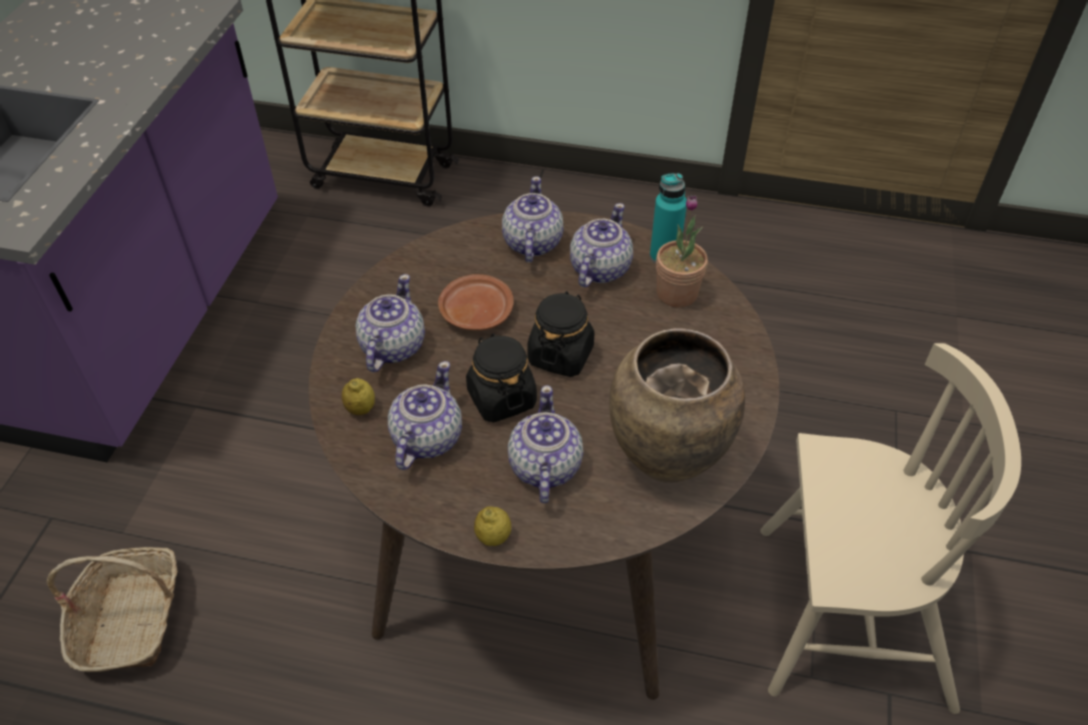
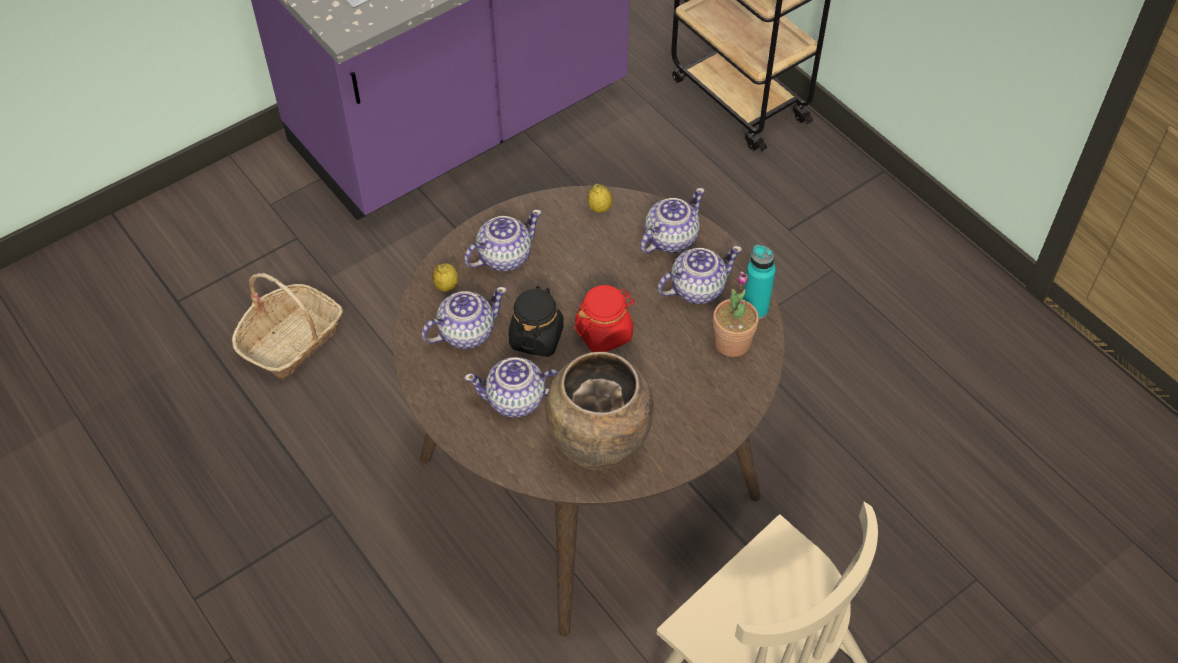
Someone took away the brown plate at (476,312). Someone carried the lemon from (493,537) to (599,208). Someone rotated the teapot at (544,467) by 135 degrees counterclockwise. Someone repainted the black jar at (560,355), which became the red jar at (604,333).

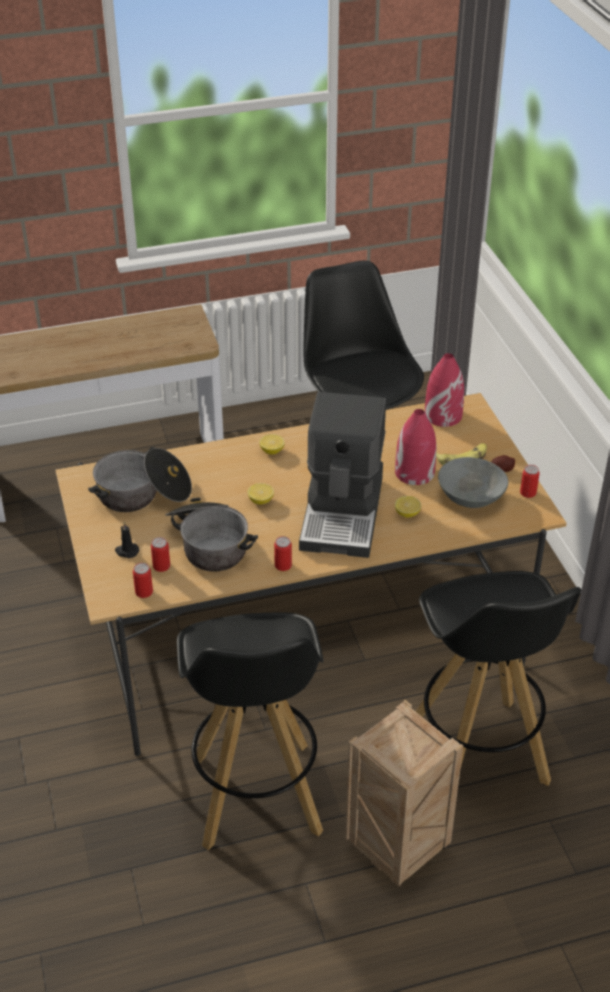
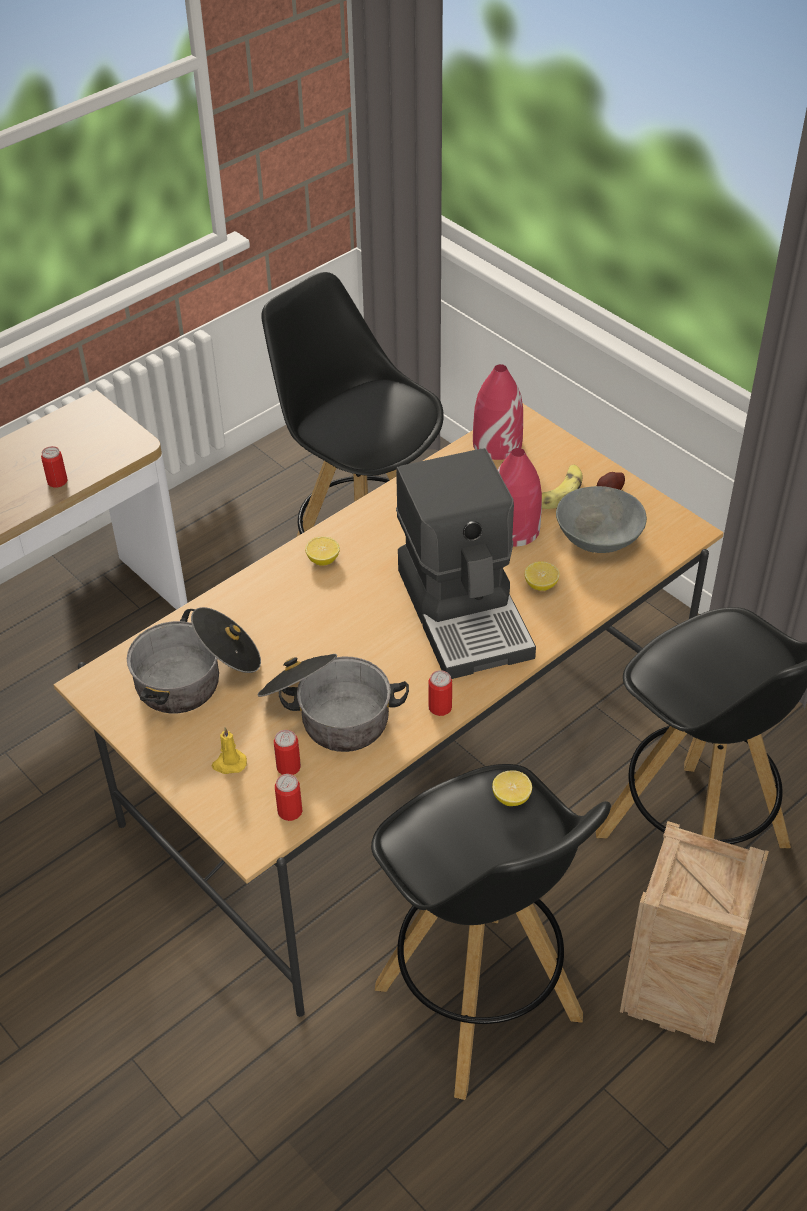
Someone repainted the black candle at (126,551), which became the yellow candle at (229,764). Someone carried the lemon from (261,500) to (511,797). Someone carried the can from (528,493) to (57,481).

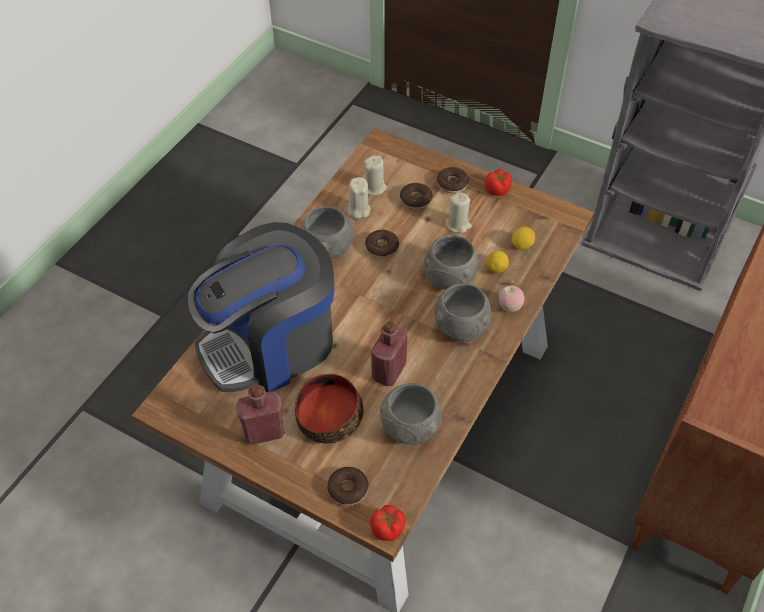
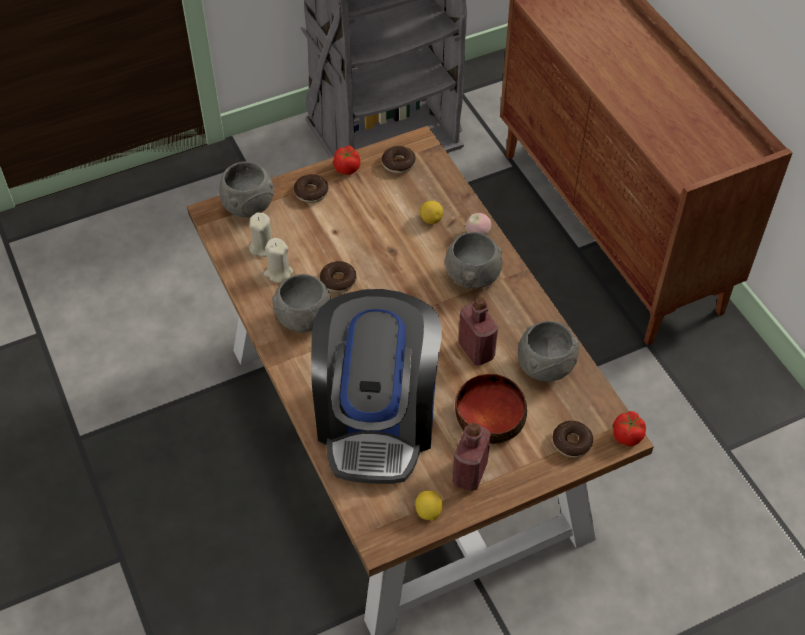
Someone carried the donut from (416,200) to (398,163). Someone carried the grey bowl from (450,278) to (248,206). Someone took away the beige candle at (458,224). Someone carried the lemon from (522,245) to (428,512).

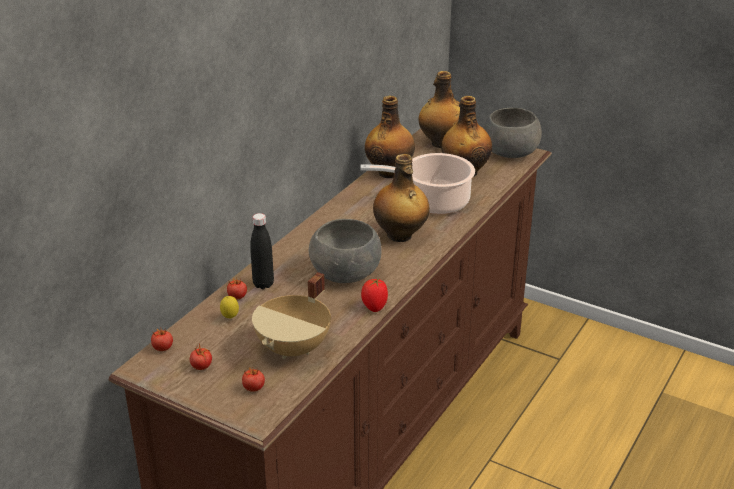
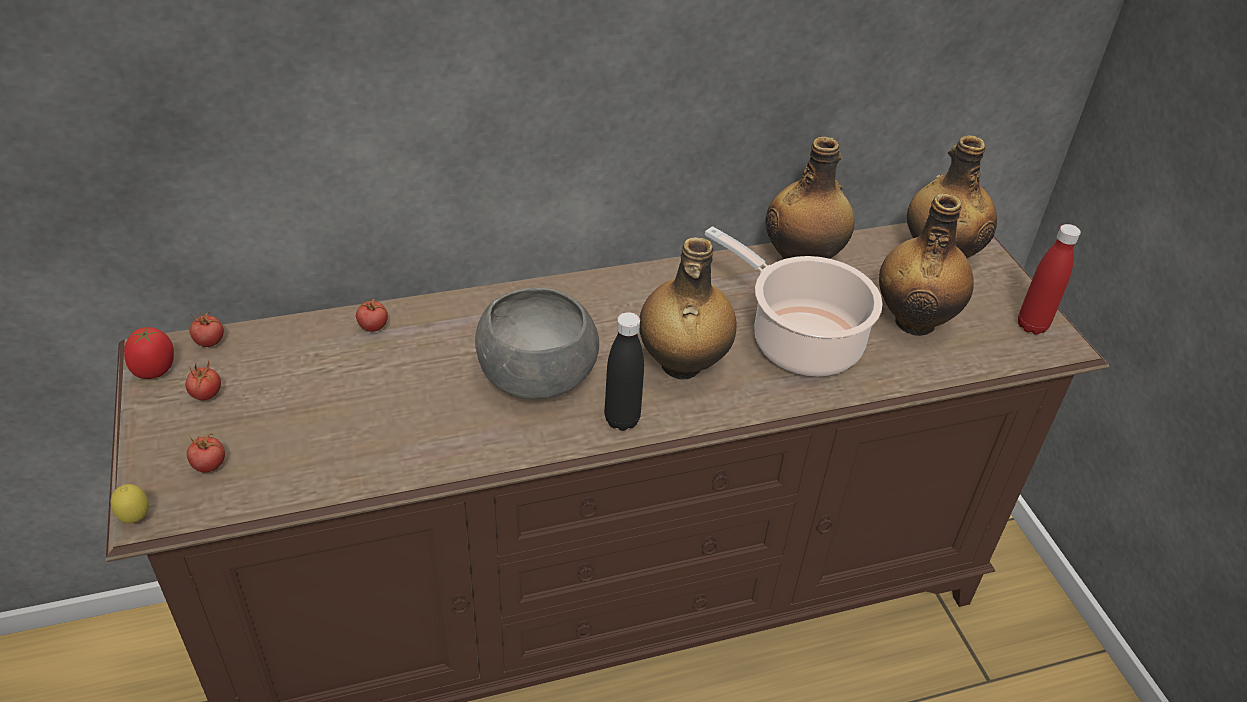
Someone carried the lemon from (230,318) to (136,519). Someone carried the black bottle from (263,284) to (622,420). Someone took away the beige cooking pot at (294,348). Someone carried the tomato from (374,307) to (155,371). Someone swapped the grey bowl at (509,151) for the red bottle at (1032,326).

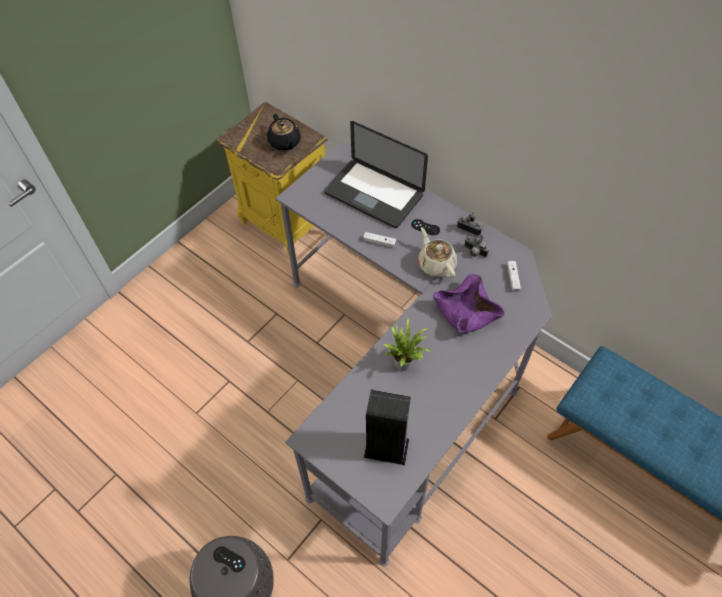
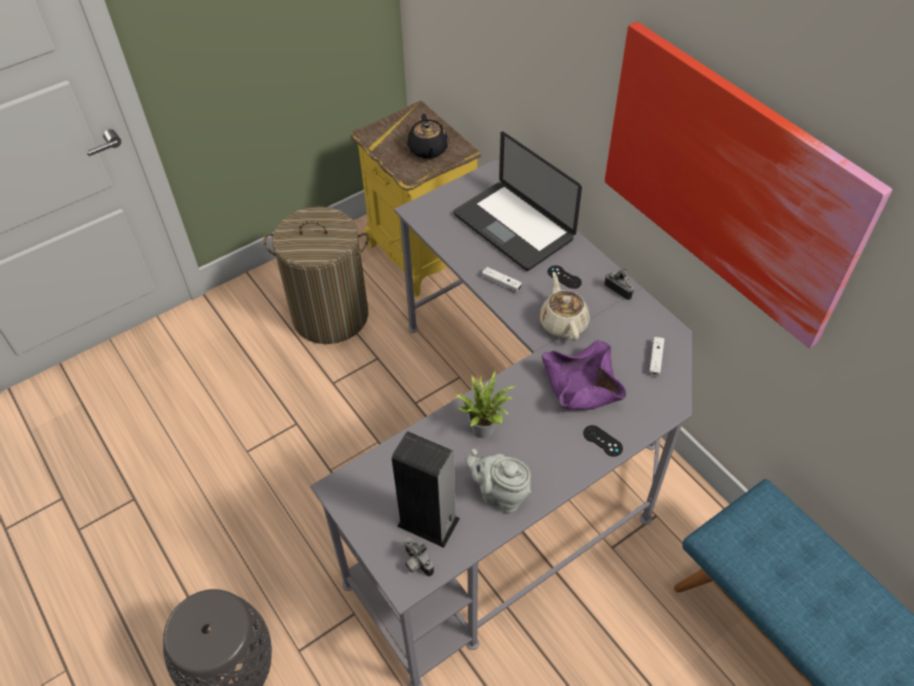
Someone carried the black game controller from (229,559) to (602,441). Someone carried the photo camera from (474,252) to (416,563). Someone put down the laundry basket at (330,315). Someone put down the grey teapot at (500,495). Someone put up the picture at (728,181).

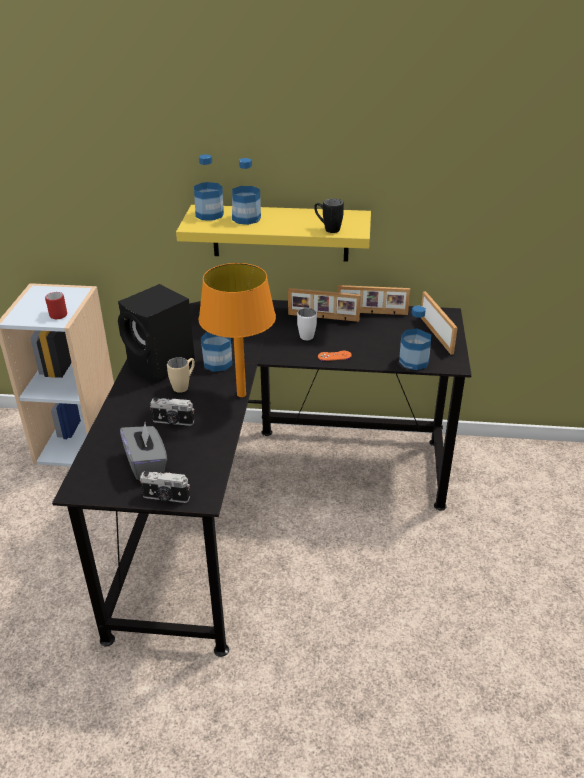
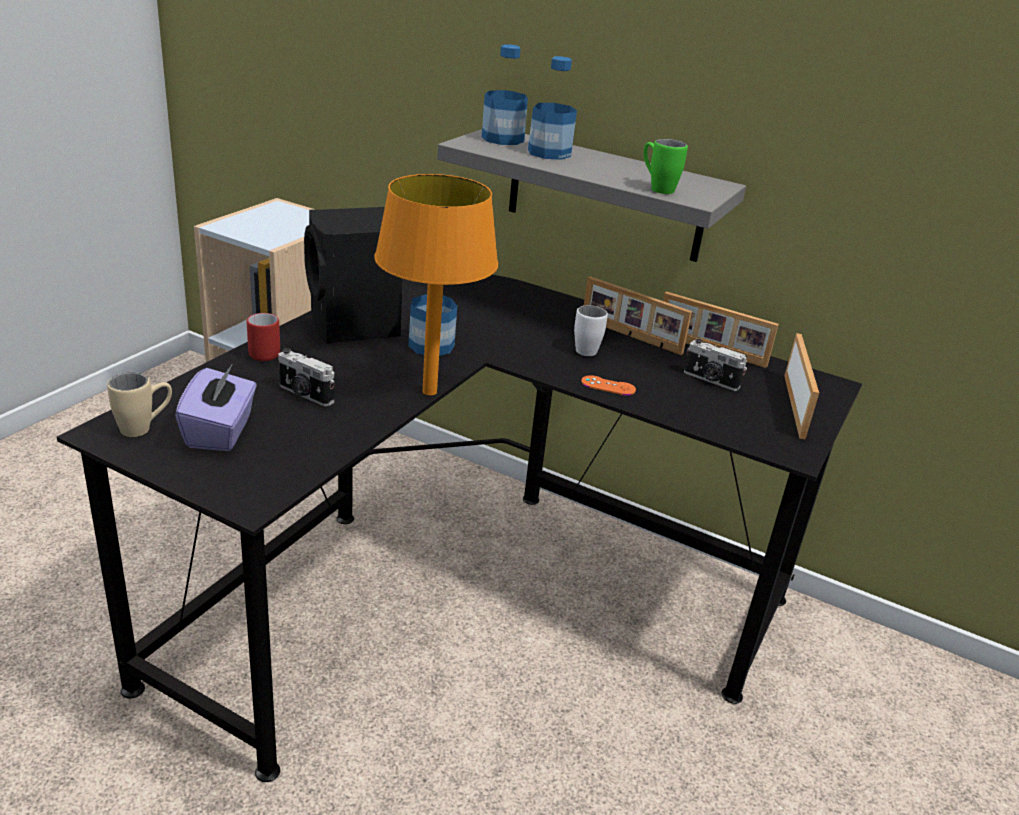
Someone carried the red mug from (56,314) to (263,352). Someone repainted the grey tissue box at (146,463), which became the purple tissue box at (220,431). Someone carried the photo camera from (166,498) to (711,380). Someone carried the beige mug from (184,386) to (145,428). Someone repainted the yellow shelf at (280,233), which became the grey shelf at (605,195). Someone repainted the black mug at (328,229), which became the green mug at (656,188). Someone took away the bottle at (414,361).

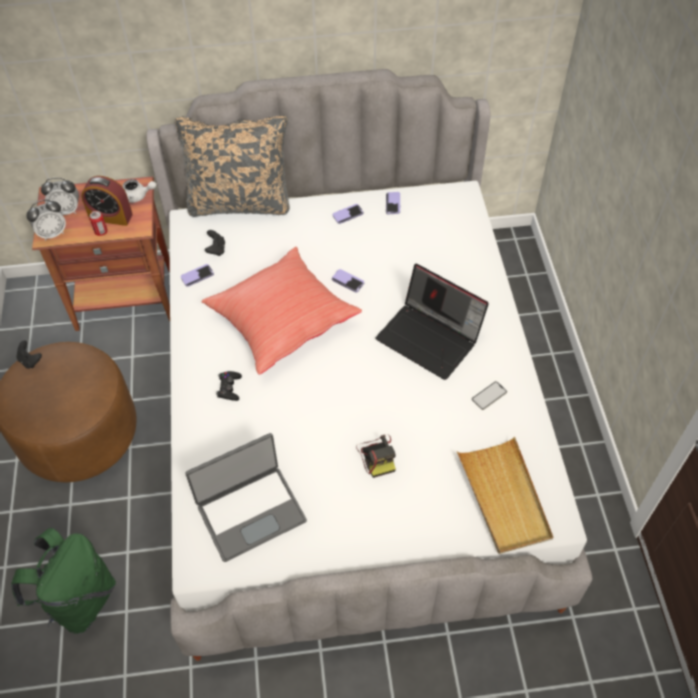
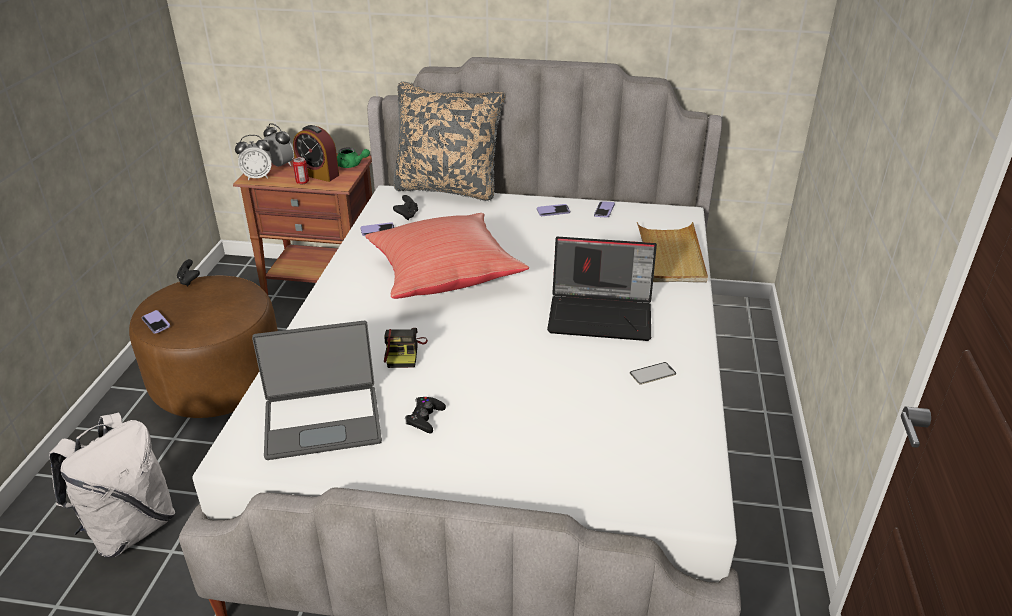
Someone repainted the green backpack at (80,600), which became the white backpack at (130,528). Someone rotated the alarm clock at (66,210) by 150 degrees counterclockwise. Someone repainted the white teapot at (138,196), which became the green teapot at (351,165). Someone carried the black game controller from (229,388) to (425,418). Someone carried the phone from (348,281) to (156,323). Someone carried the photo camera from (377,456) to (404,352). Someone rotated the laptop at (430,338) by 45 degrees counterclockwise. Someone carried the beige tray from (504,497) to (671,256).

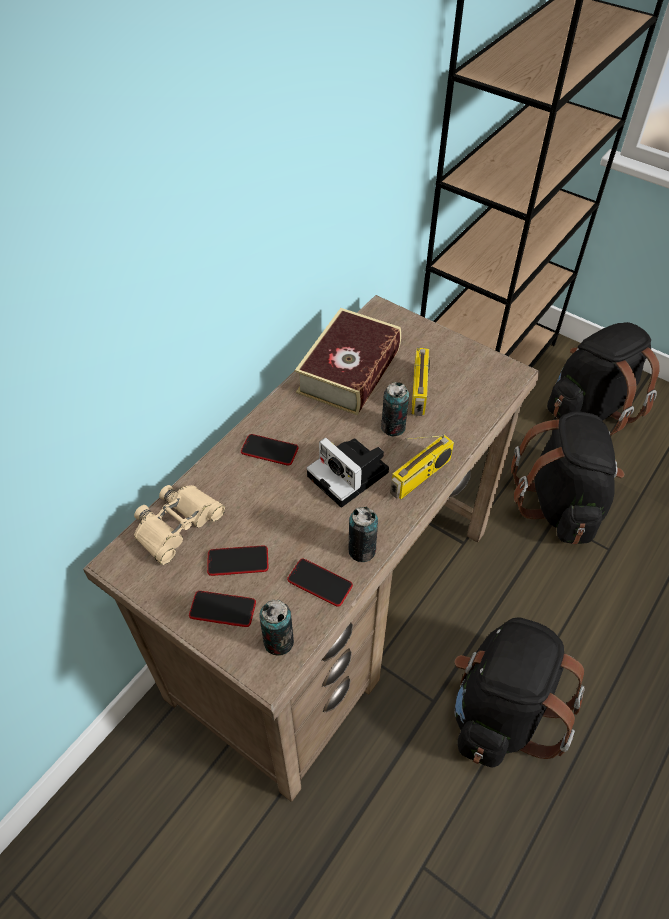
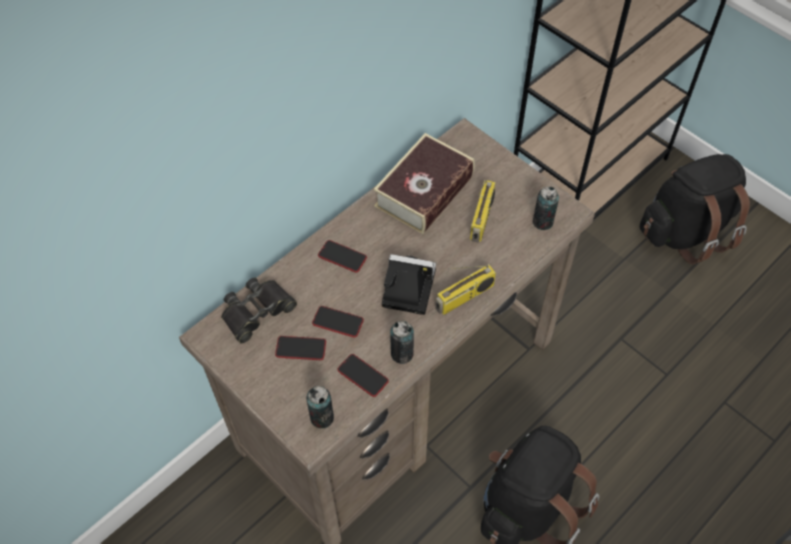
Someone repainted the beige binoculars at (177,525), which became the black binoculars at (257,311). Someone carried the phone from (222,609) to (338,322). Someone rotated the photo camera at (350,475) by 135 degrees clockwise. Someone carried the can from (393,427) to (542,222). Someone took away the black backpack at (559,504).

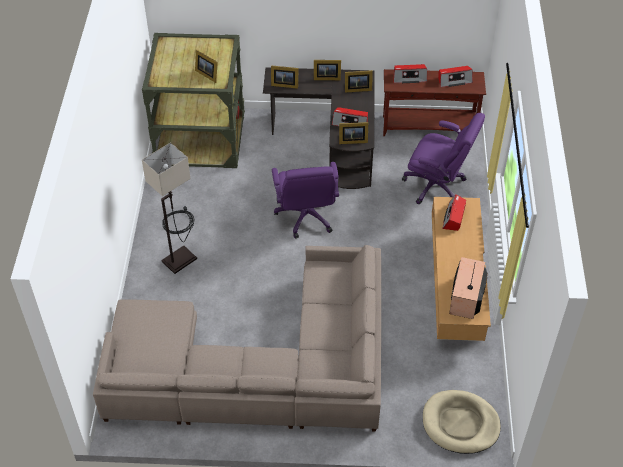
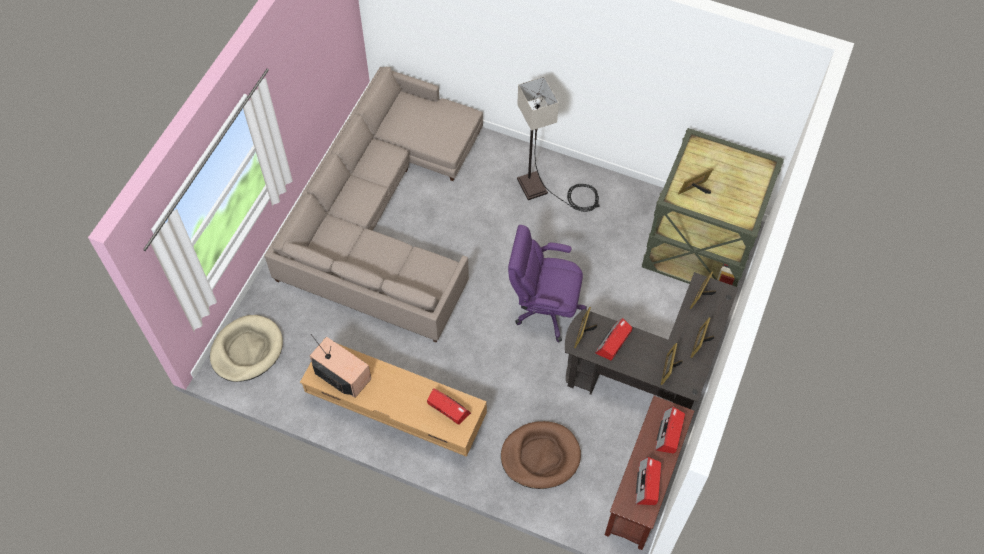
Someone swapped the purple office chair at (438,187) for the brown dog bed at (540,456).

